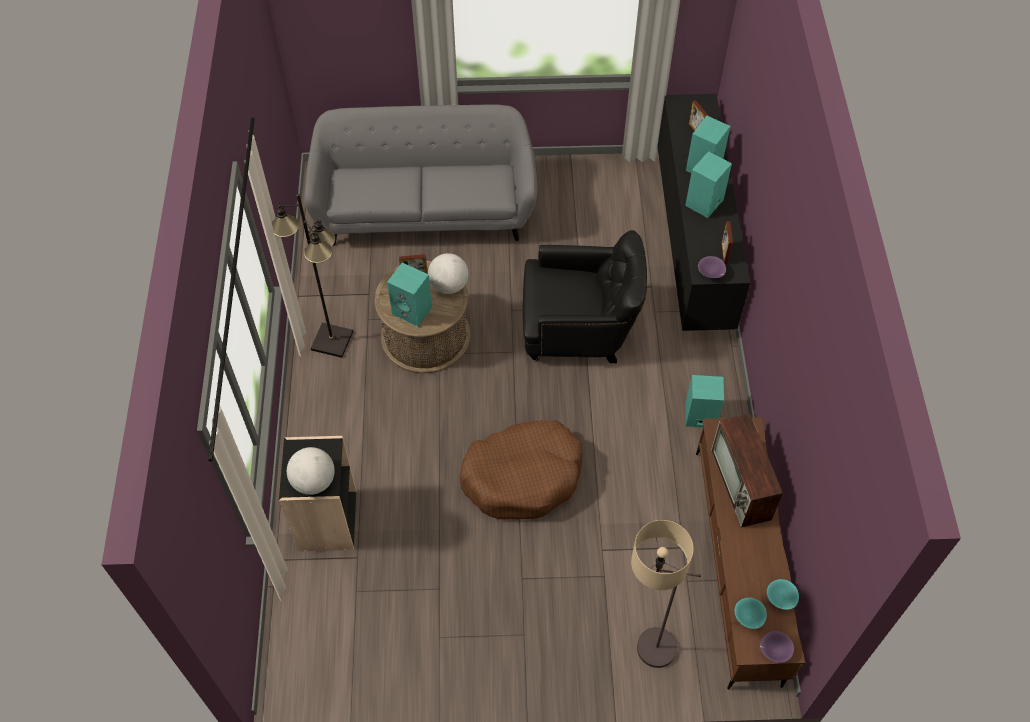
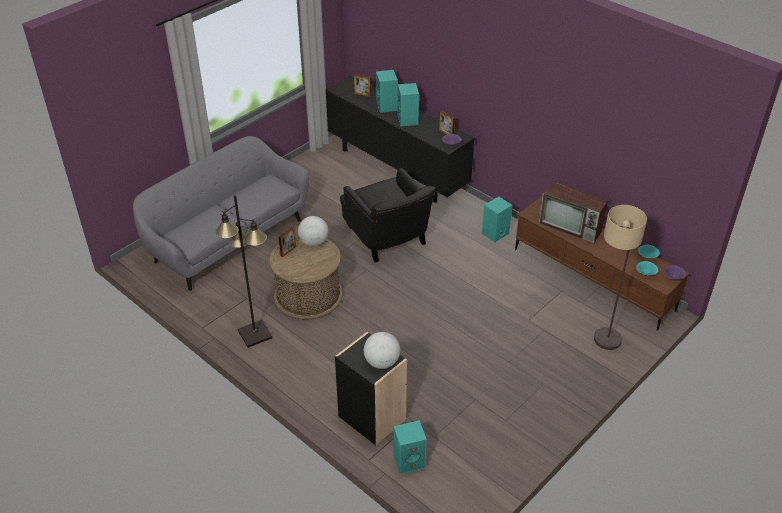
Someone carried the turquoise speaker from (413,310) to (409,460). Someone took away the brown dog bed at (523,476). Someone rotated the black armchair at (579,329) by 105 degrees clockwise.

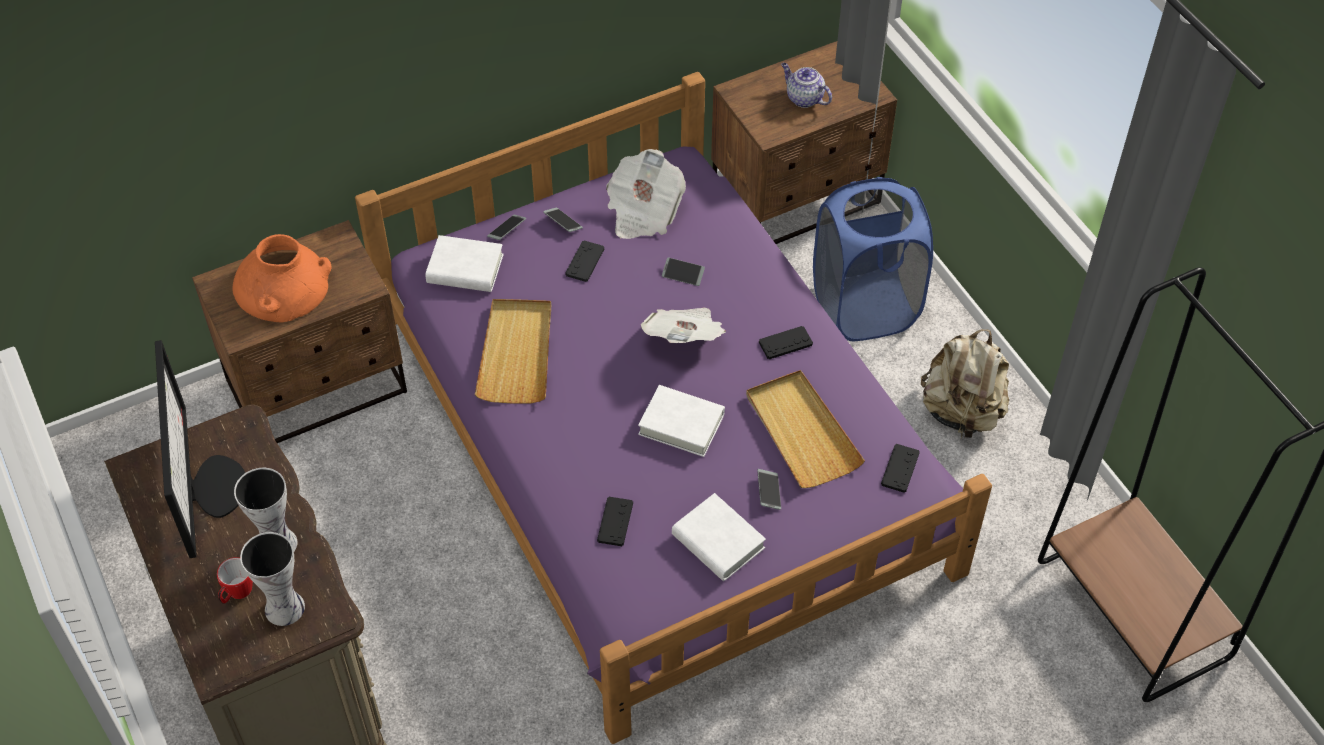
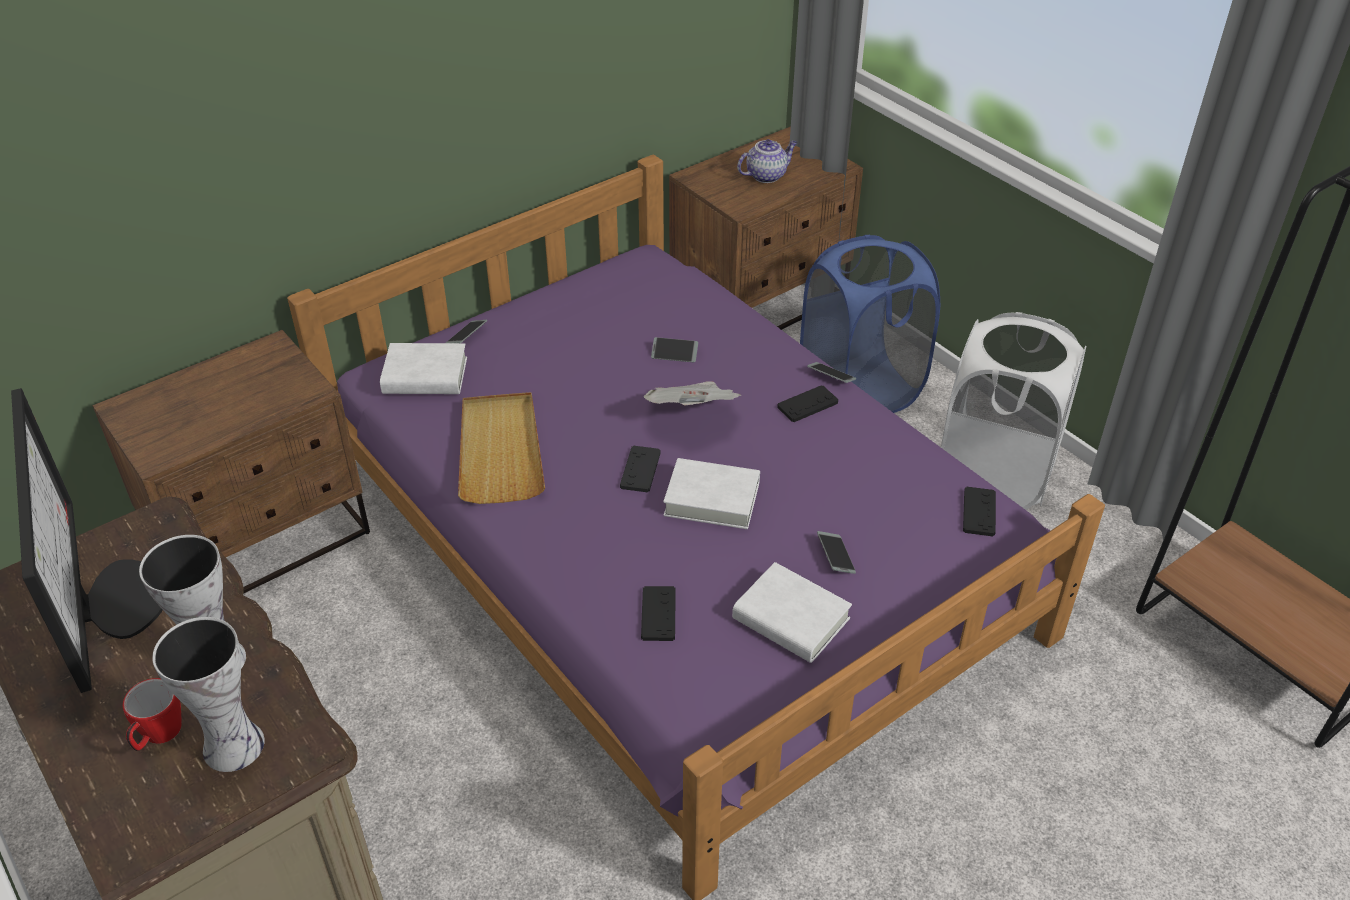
Someone took away the orange vase at (283,286). Someone carried the phone from (563,223) to (831,376). Someone carried the black game controller from (585,262) to (640,470). Someone took away the newspaper at (643,211). Someone took away the beige tray at (801,432). Someone rotated the teapot at (803,98) by 120 degrees clockwise. Someone swapped the beige backpack at (962,412) for the white laundry basket at (995,475).

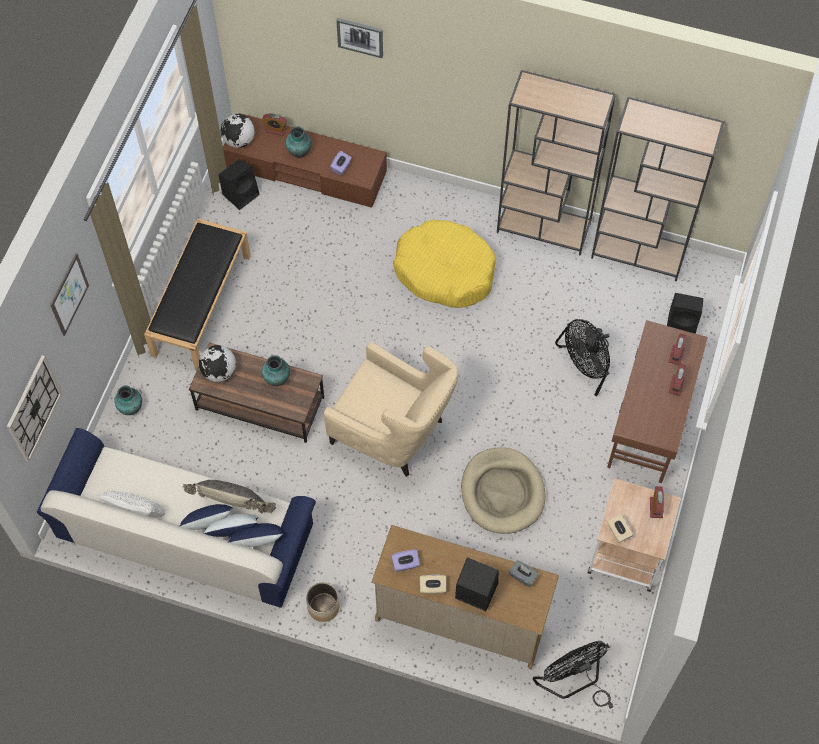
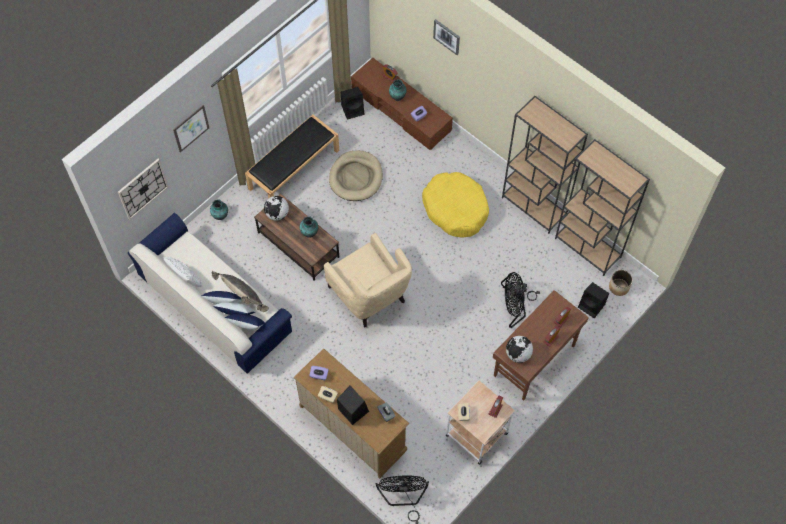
Someone carried the globe from (239,141) to (518,354). Someone carried the planter from (323,607) to (618,287). Someone carried the beige dog bed from (502,492) to (356,177).

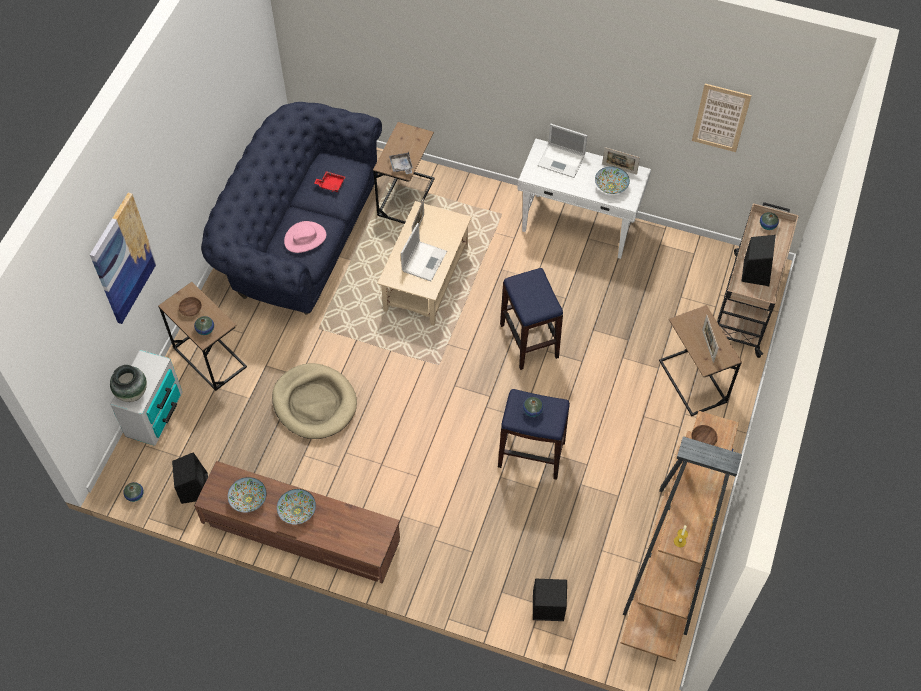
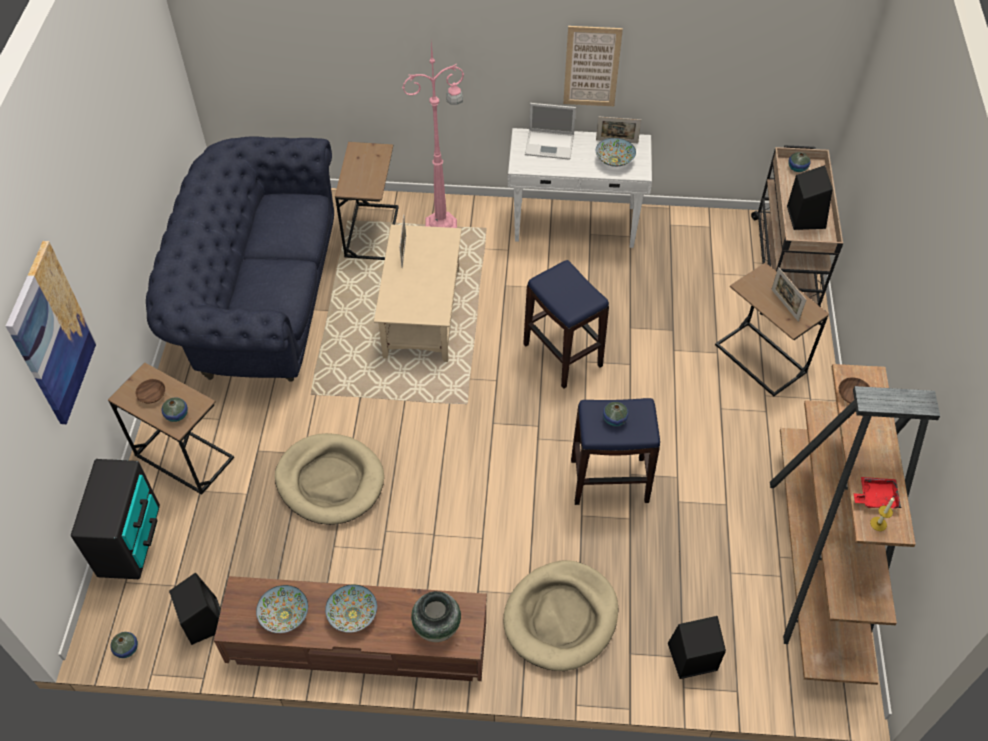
Someone repainted the white nightstand at (156,416), which became the black nightstand at (132,543). Someone carried the vase from (132,393) to (436,627). Someone took away the pink hat at (305,238). Someone carried the red tray from (331,184) to (876,497). Someone took away the grey tray at (401,166). Someone took away the laptop at (424,260). Someone carried the picture from (720,118) to (592,66). Someone put down the pink floor lamp at (443,224). Someone put down the beige dog bed at (561,617).

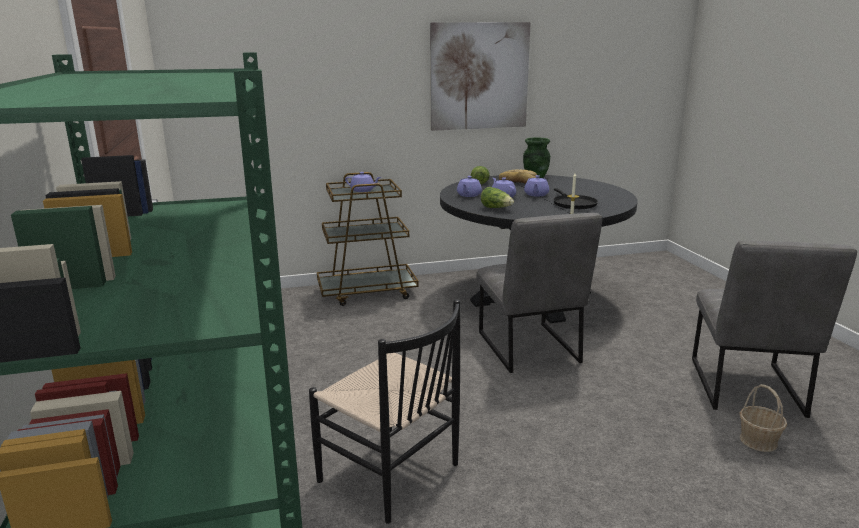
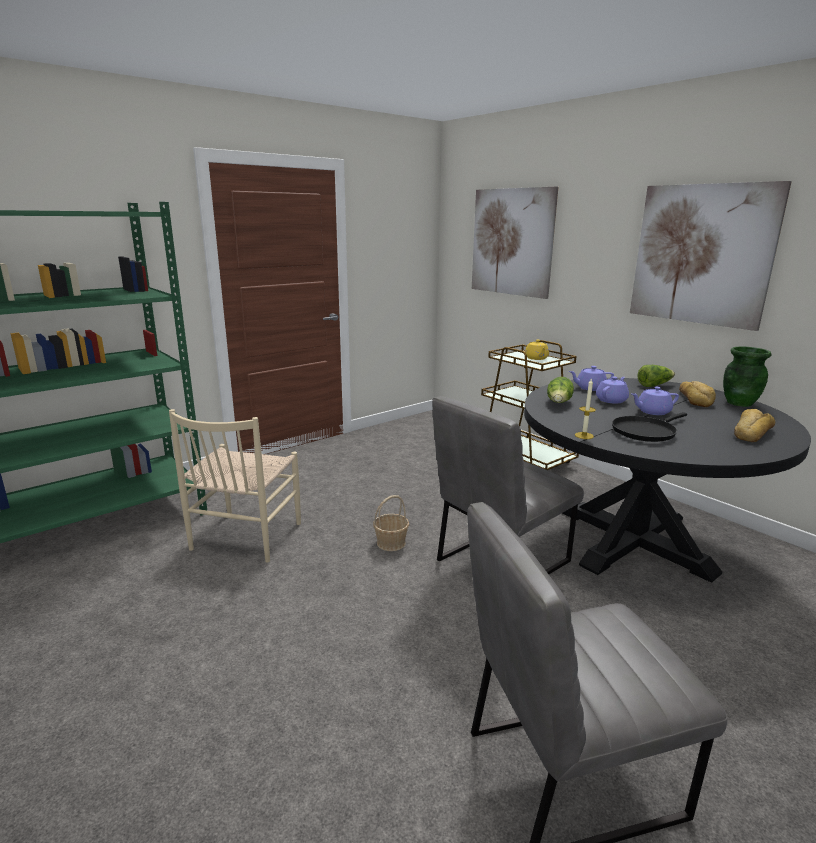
Someone repainted the black chair at (393,476), which became the beige chair at (244,539). Someone repainted the purple teapot at (363,190), which became the yellow teapot at (536,358). Someone carried the basket from (758,441) to (391,543). Someone put up the picture at (512,242). Someone put down the bread at (750,432).

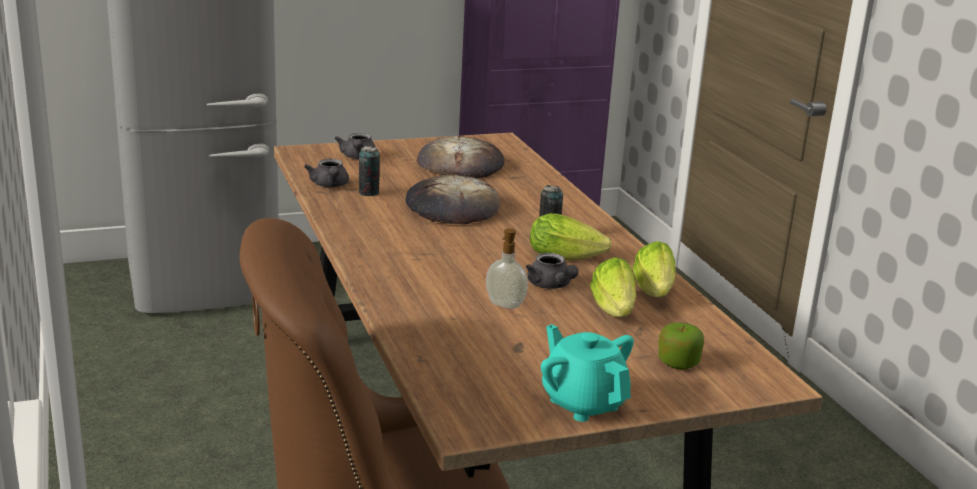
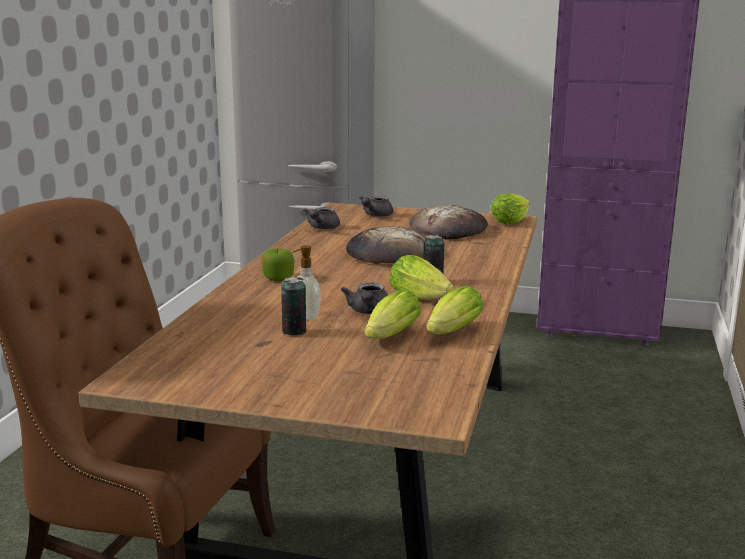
Someone carried the can from (368,193) to (294,331). Someone took away the turquoise teapot at (583,403). Someone carried the apple from (678,363) to (278,278). Someone put down the lettuce at (512,221).

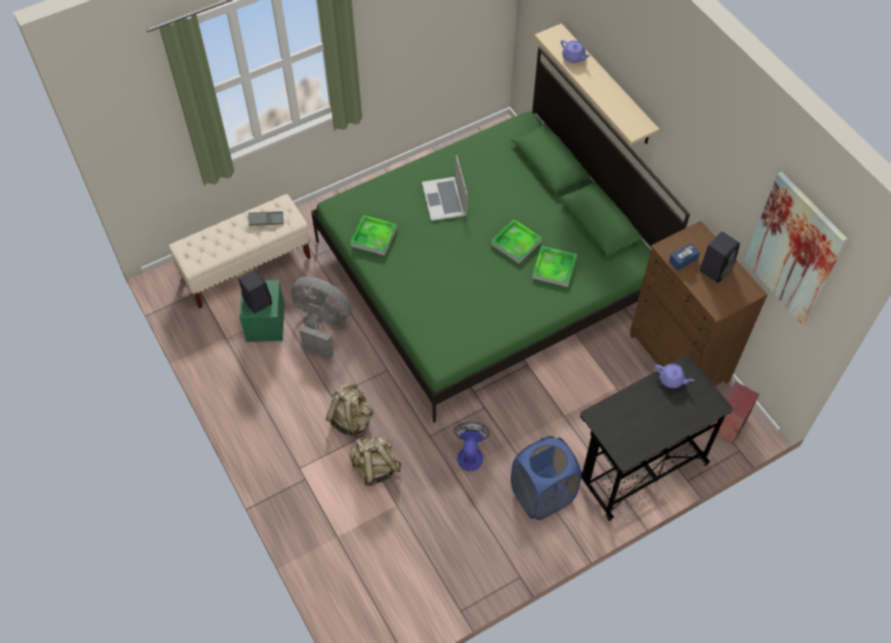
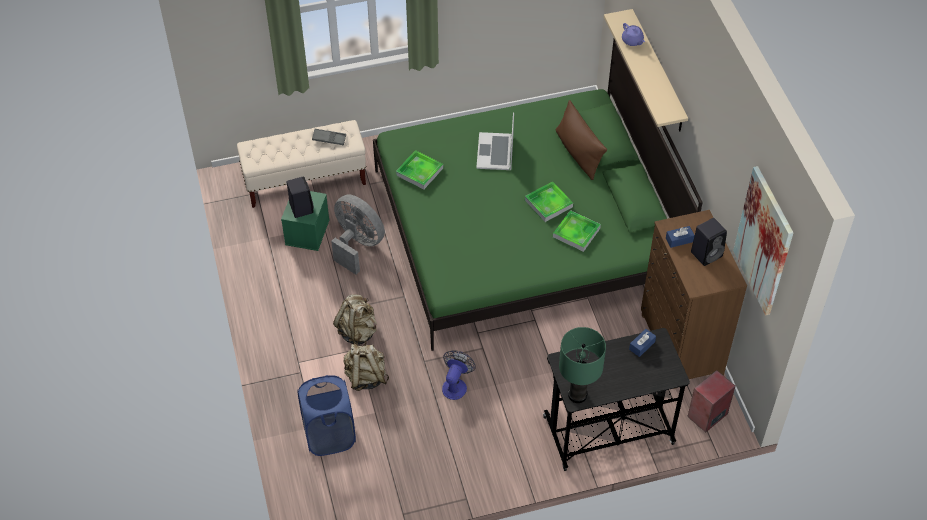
Someone carried the blue laundry basket from (542,495) to (329,436). Someone swapped the purple teapot at (671,379) for the blue tissue box at (642,345). Someone put down the brown pillow at (578,153). Someone put down the green table lamp at (577,395).

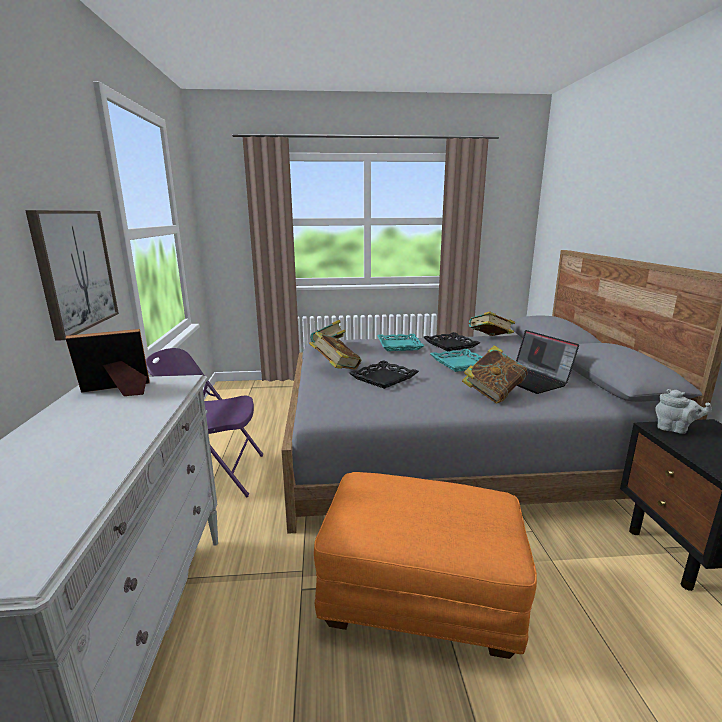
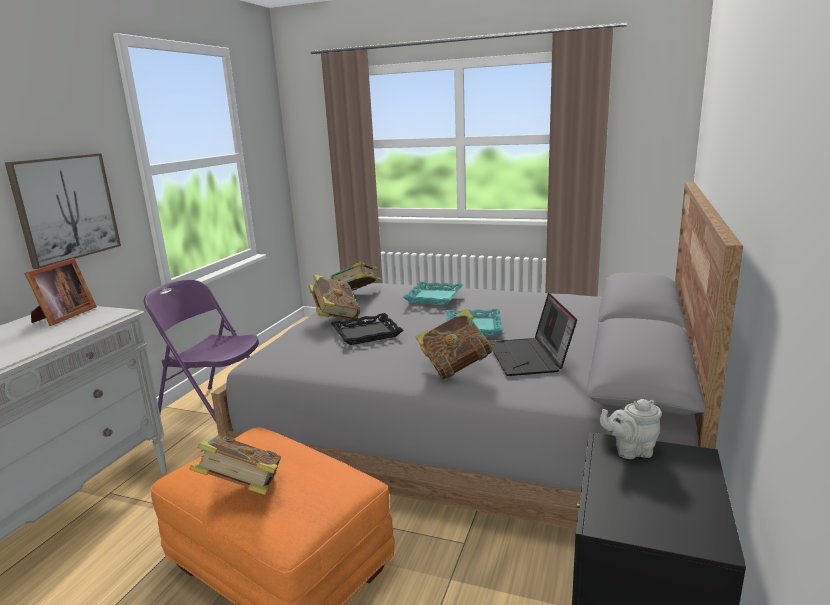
Someone rotated the picture frame at (118,391) by 105 degrees clockwise. Someone took away the black tray at (450,345). Someone carried the book from (489,339) to (242,490). Someone rotated the grey teapot at (675,429) by 120 degrees clockwise.

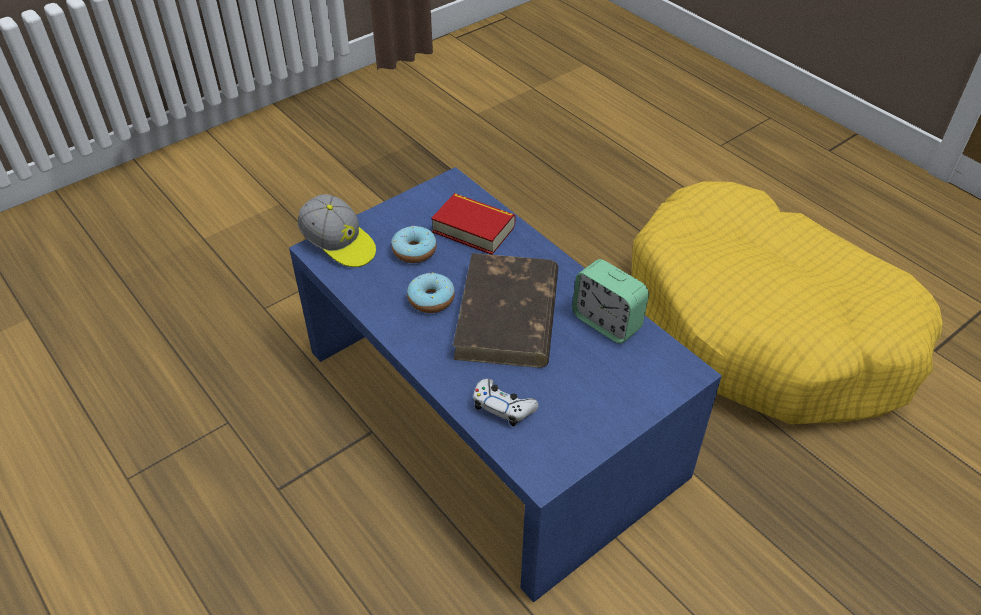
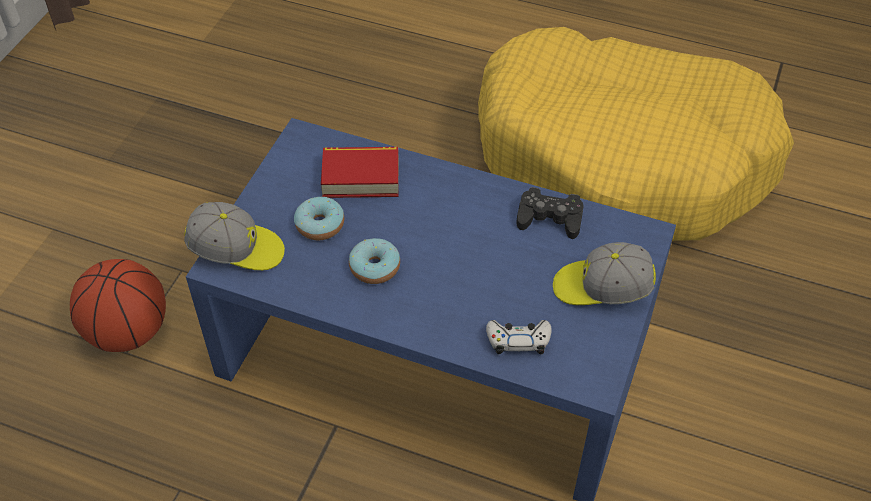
Someone took away the brown book at (507,316). Someone swapped the alarm clock at (606,322) for the black game controller at (549,218). Someone put down the basketball at (129,332). Someone put down the cap at (601,288).

